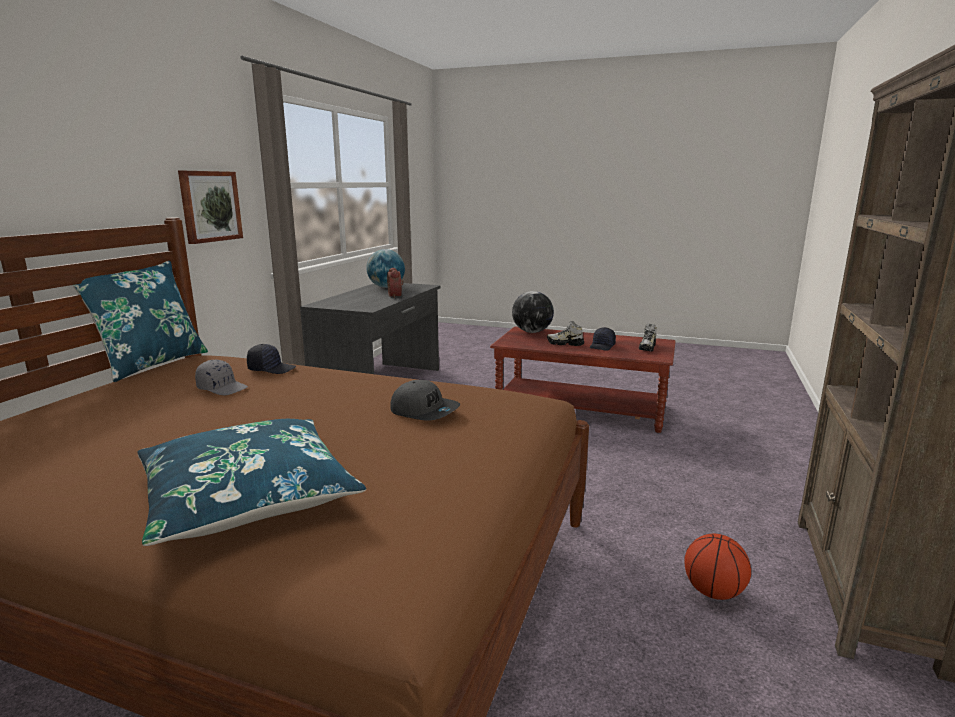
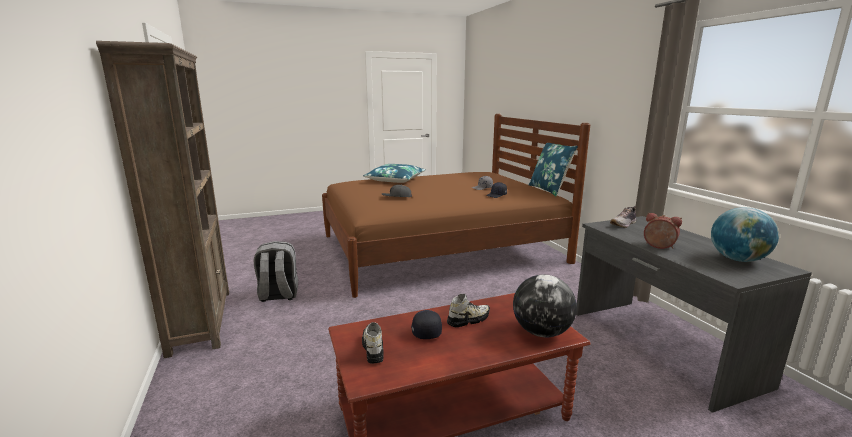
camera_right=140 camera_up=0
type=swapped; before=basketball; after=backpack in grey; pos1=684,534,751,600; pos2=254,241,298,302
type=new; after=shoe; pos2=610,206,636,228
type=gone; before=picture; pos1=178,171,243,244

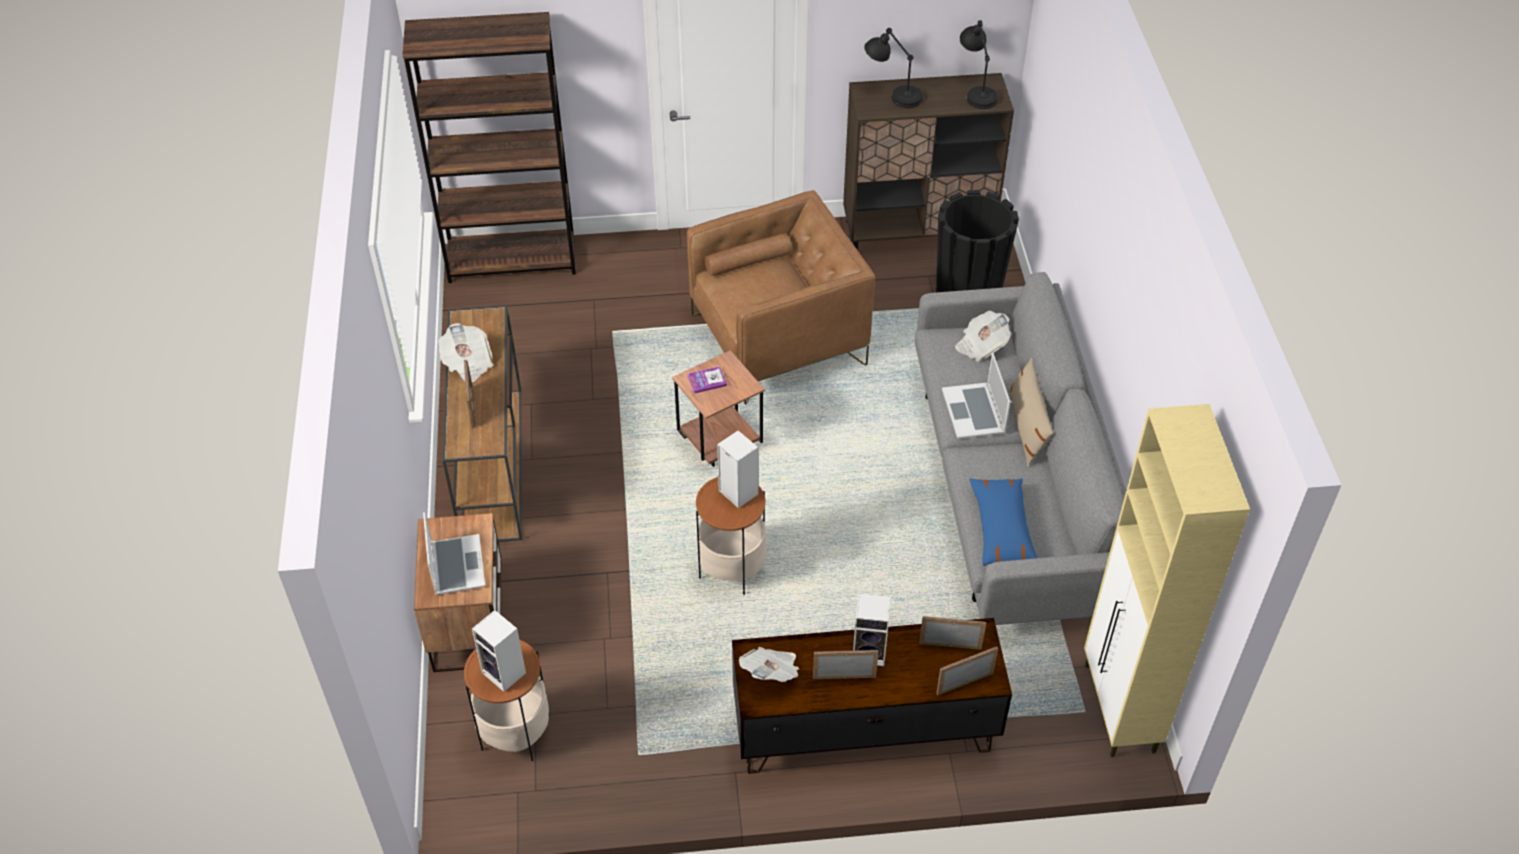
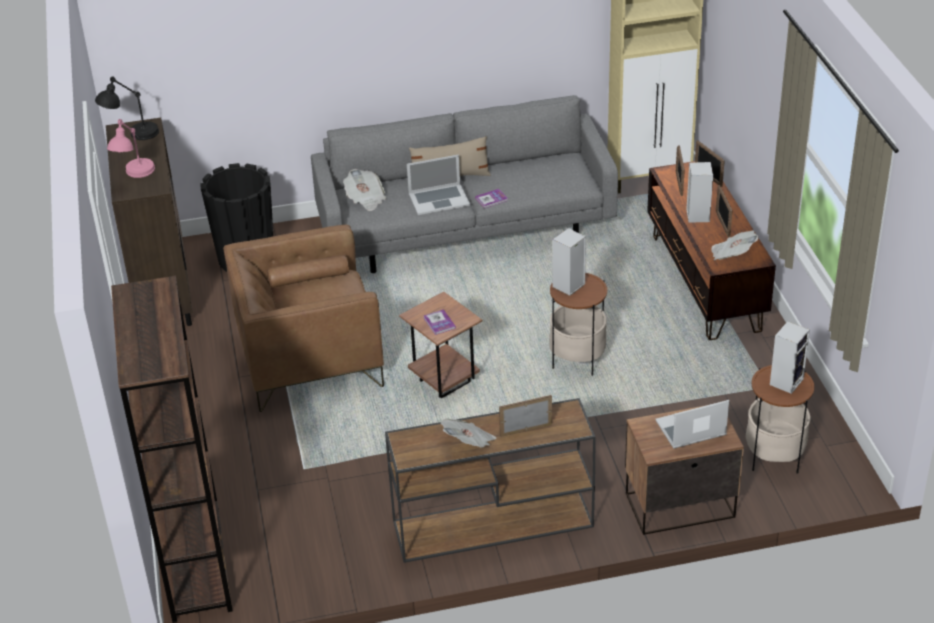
camera_right=-95 camera_up=-10
type=repainted; before=table lamp in black; after=table lamp in pink; pos1=864,28,923,108; pos2=107,119,155,178
type=rotated; before=armchair in brown; pos1=687,190,875,405; pos2=223,225,384,412; turn=-75
type=new; after=book; pos2=475,189,508,208
type=gone; before=pillow in blue; pos1=969,478,1037,566

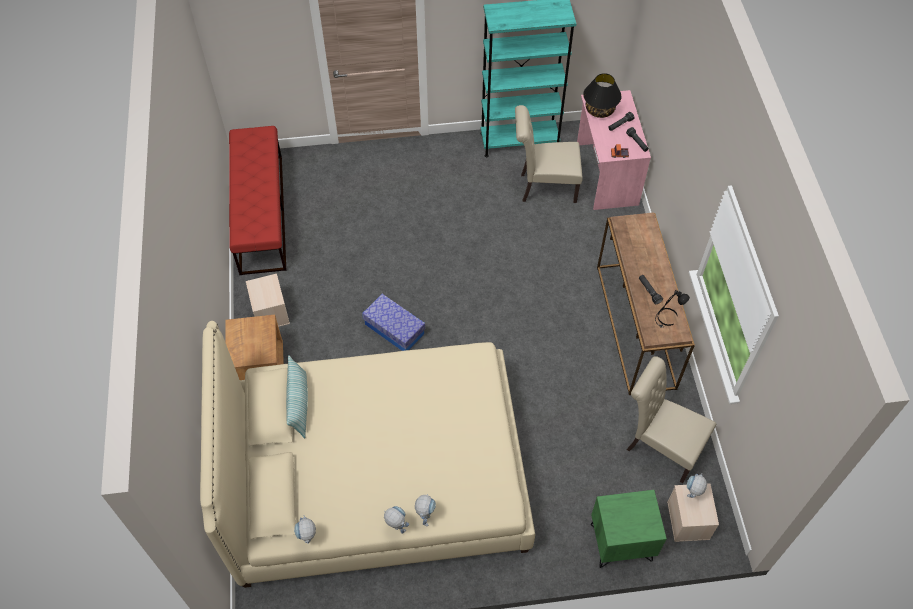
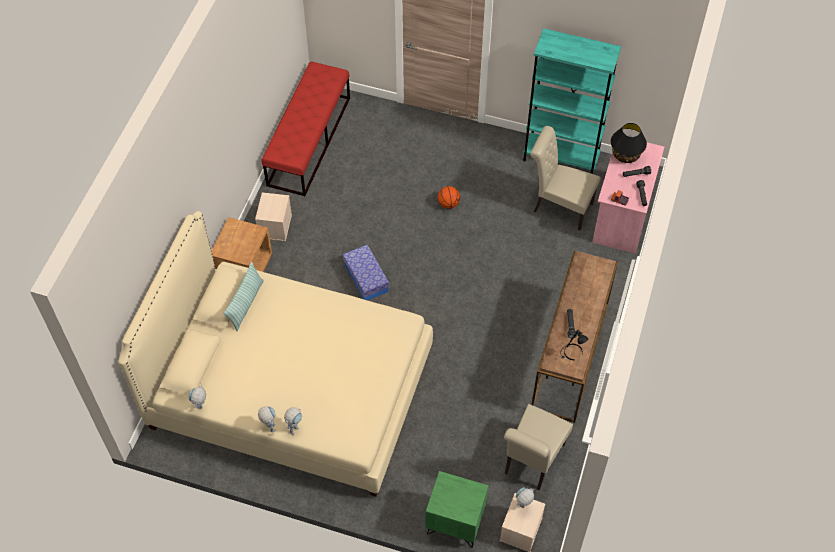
camera_right=25 camera_up=0
type=new; after=basketball; pos2=438,186,460,209
type=rotated; before=chair in beige; pos1=627,356,716,483; pos2=504,404,573,490; turn=-120

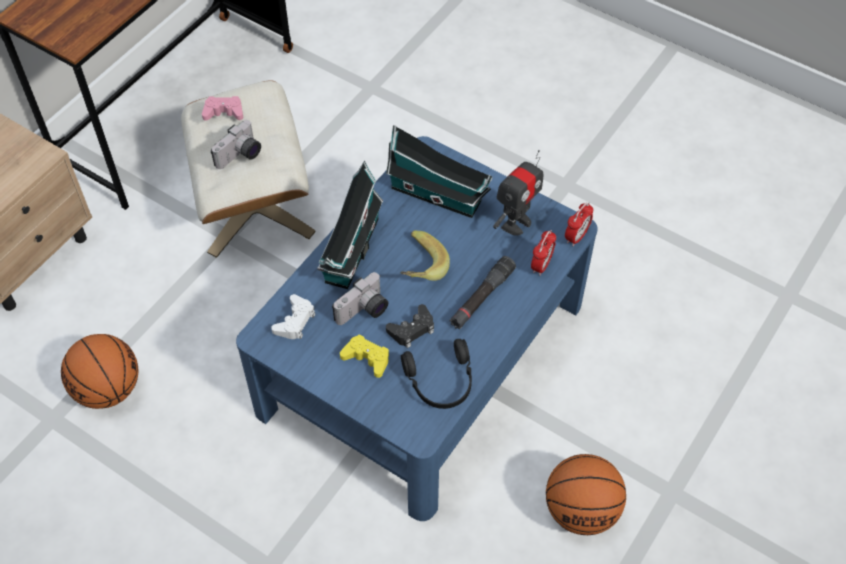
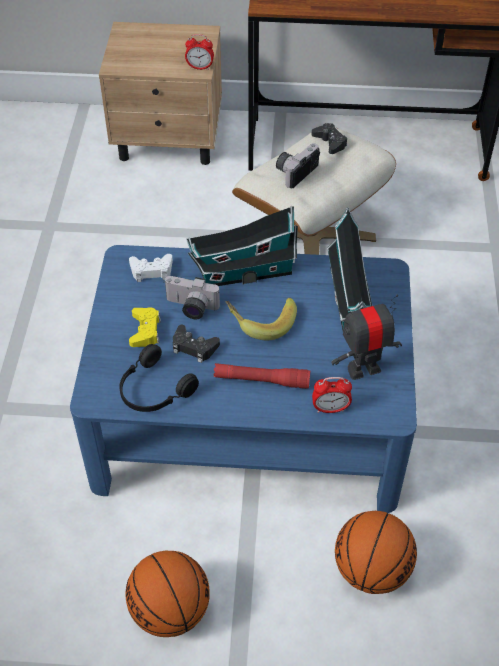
camera_right=60 camera_up=-5
type=shifted; before=alarm clock; pos1=565,202,593,246; pos2=185,34,214,70
type=repainted; before=flashlight in black; after=flashlight in red; pos1=450,256,516,329; pos2=213,363,310,389
type=rotated; before=photo camera; pos1=211,120,261,169; pos2=276,143,320,188; turn=120
type=repainted; before=game controller in pink; after=game controller in black; pos1=202,96,243,121; pos2=311,123,347,154
type=rotated; before=toy robot; pos1=493,150,543,236; pos2=331,295,402,380; turn=150
type=shifted; before=basketball; pos1=61,334,138,409; pos2=335,511,417,594

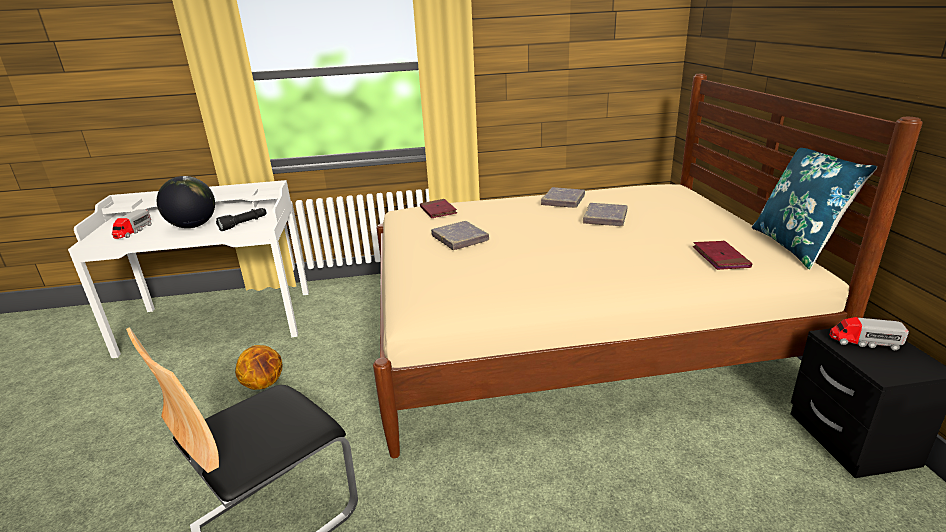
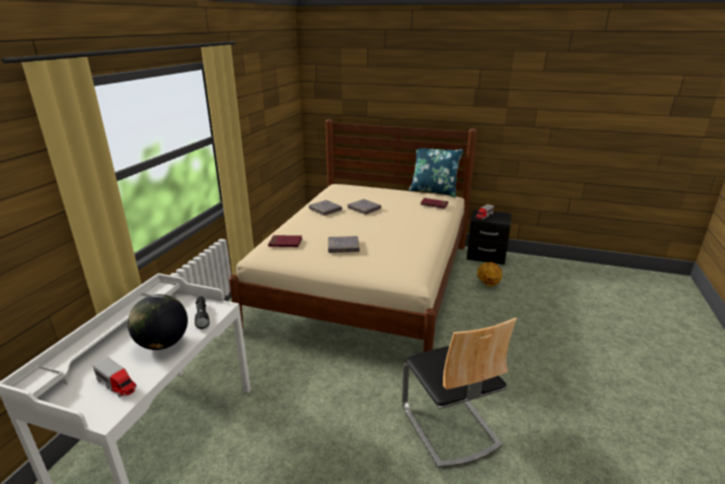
camera_right=-65 camera_up=0
type=shifted; before=basketball; pos1=235,345,283,390; pos2=477,262,502,287

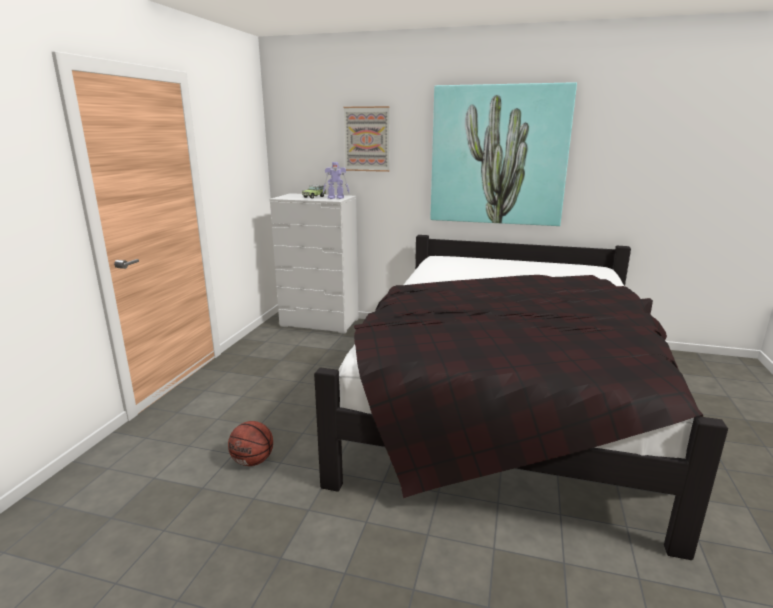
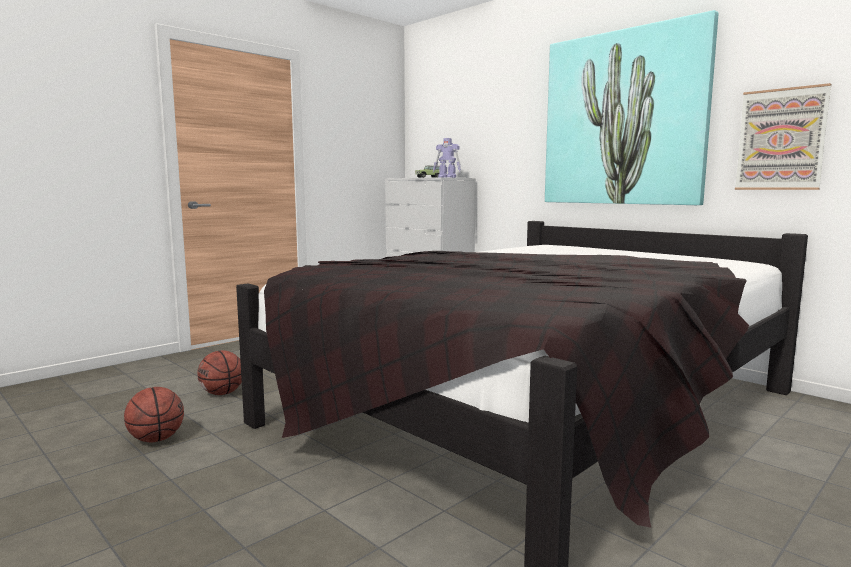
camera_right=30 camera_up=-10
type=new; after=basketball; pos2=124,387,184,442
type=shifted; before=picture; pos1=343,106,390,172; pos2=735,83,832,190

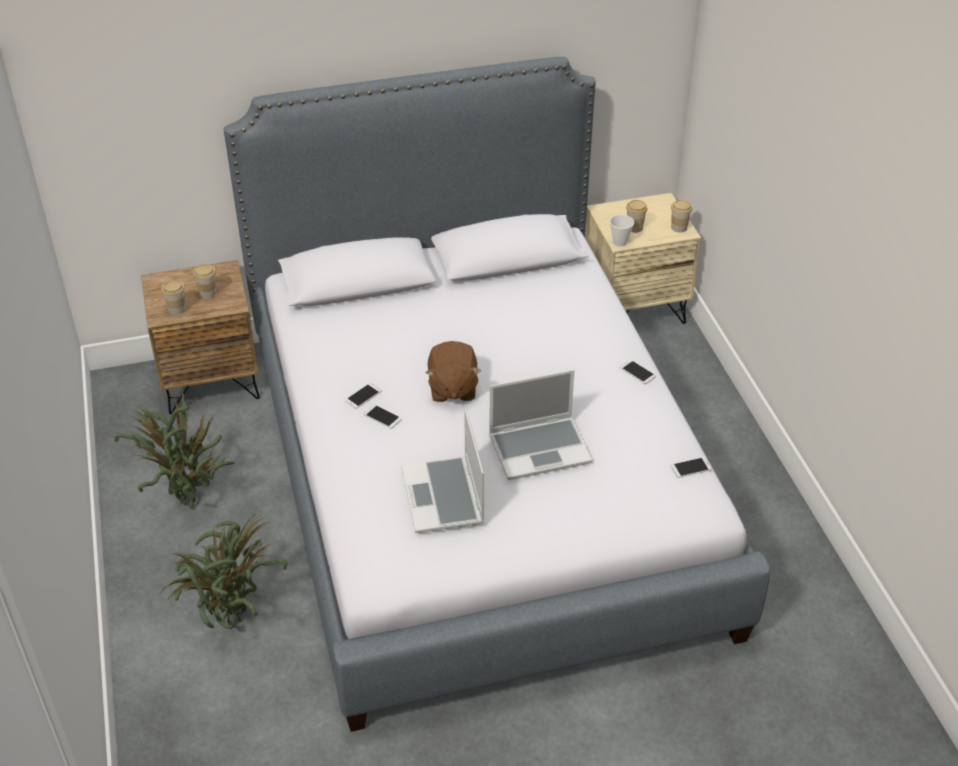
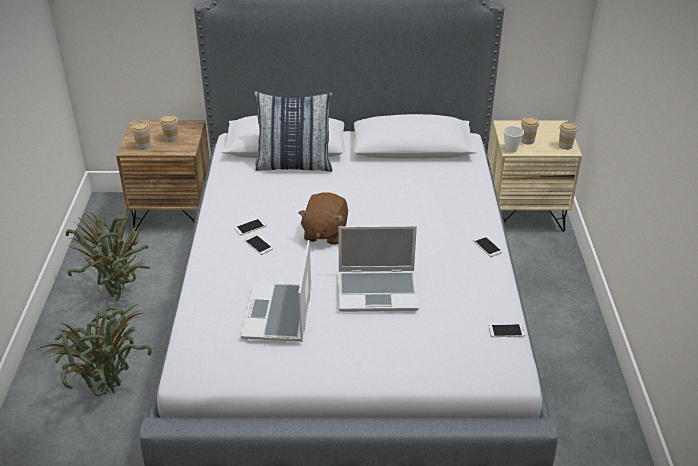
camera_right=15 camera_up=-5
type=new; after=pillow; pos2=253,91,333,172

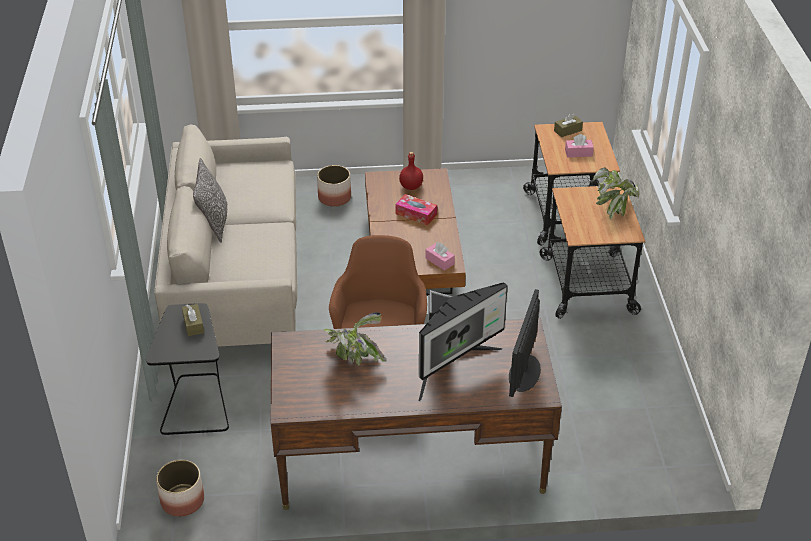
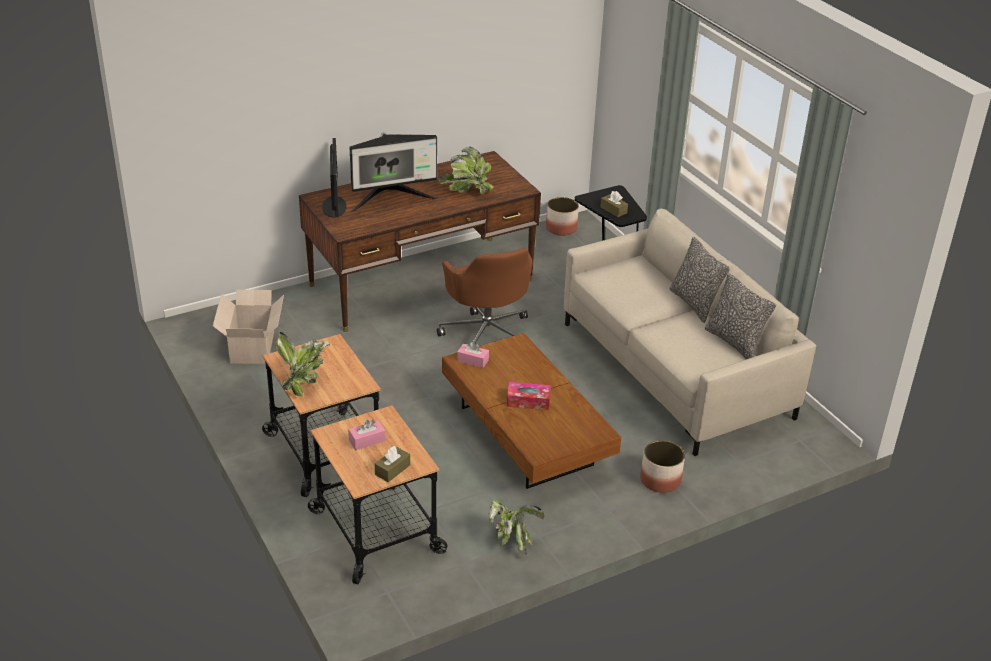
camera_right=155 camera_up=-5
type=new; after=cardboard box; pos2=213,290,284,364
type=rotated; before=monitor; pos1=419,282,508,401; pos2=349,132,438,212; turn=-135
type=new; after=potted plant; pos2=488,500,545,555
type=new; after=pillow; pos2=705,273,776,359
type=gone; before=bottle in red; pos1=399,152,423,190

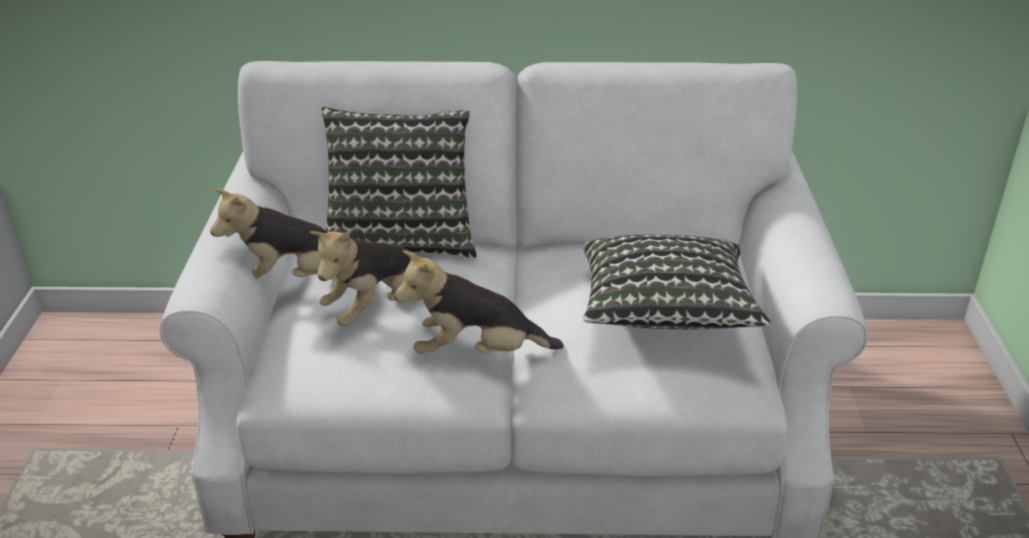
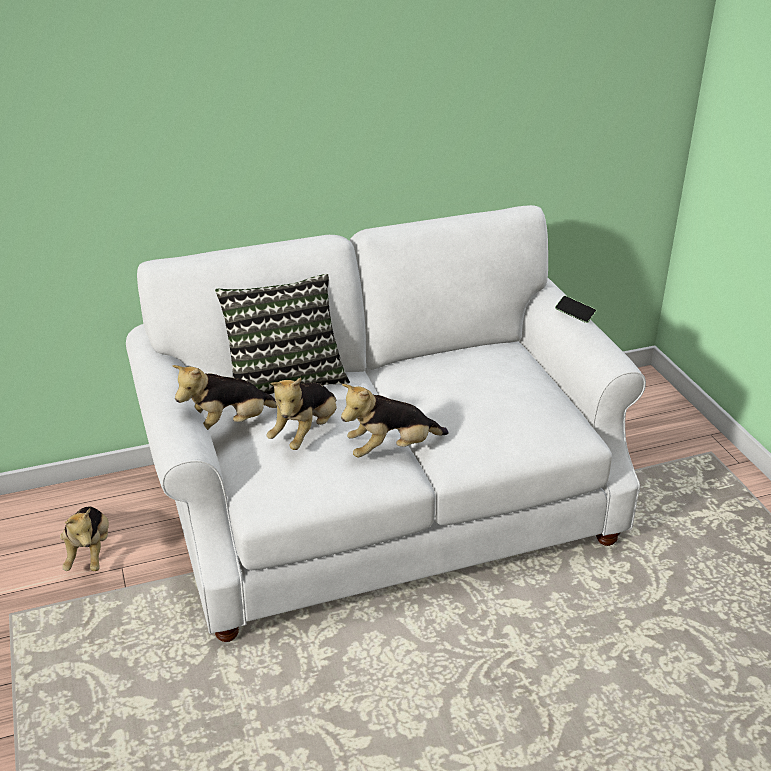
camera_right=-20 camera_up=0
type=new; after=plush toy; pos2=60,507,109,571
type=new; after=phone; pos2=555,296,597,323
type=gone; before=pillow; pos1=583,235,771,329

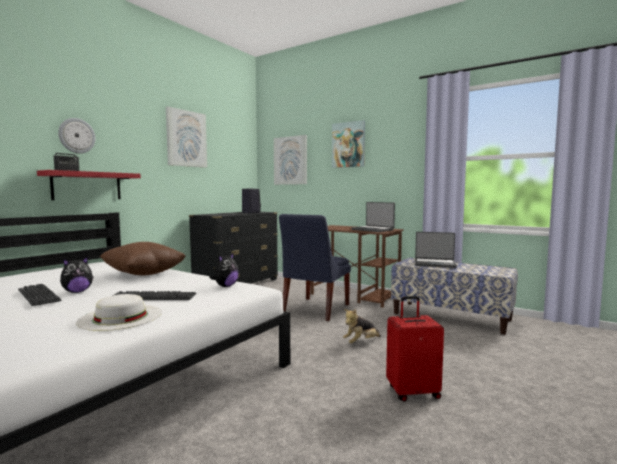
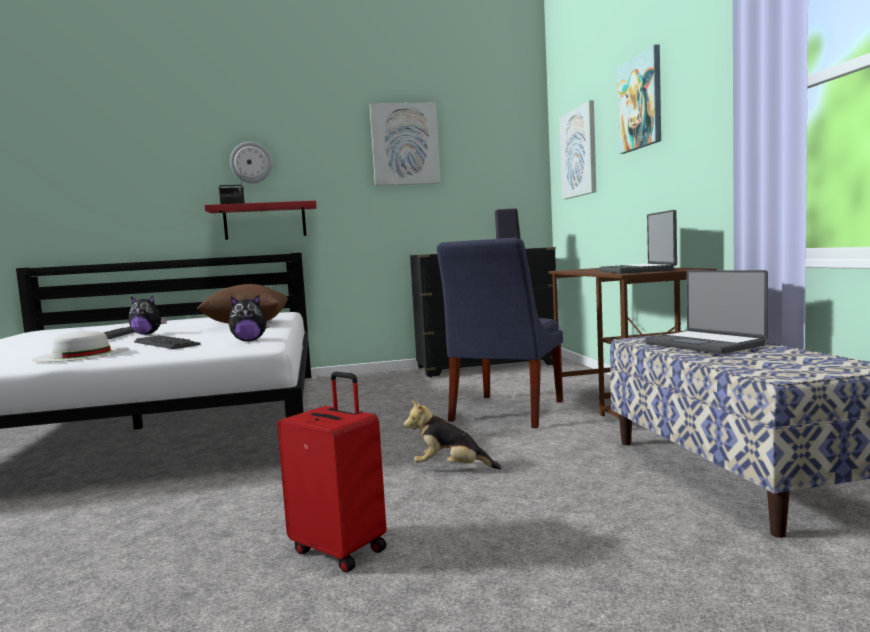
camera_right=45 camera_up=0
type=rotated; before=chair in blue; pos1=279,214,351,321; pos2=436,238,563,428; turn=-45

